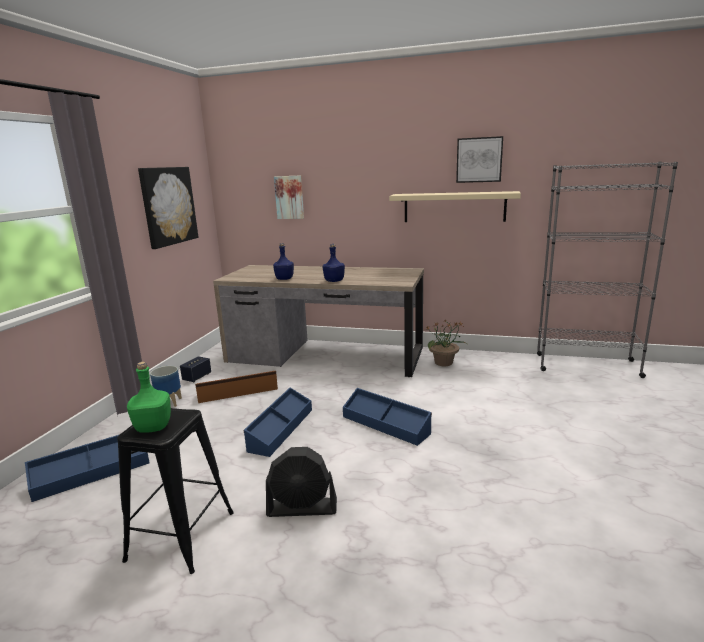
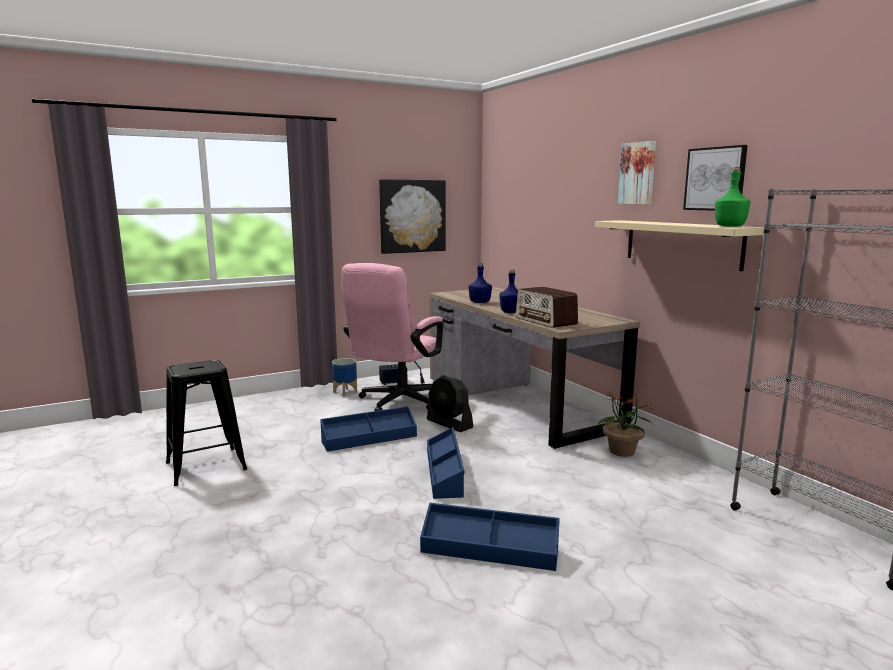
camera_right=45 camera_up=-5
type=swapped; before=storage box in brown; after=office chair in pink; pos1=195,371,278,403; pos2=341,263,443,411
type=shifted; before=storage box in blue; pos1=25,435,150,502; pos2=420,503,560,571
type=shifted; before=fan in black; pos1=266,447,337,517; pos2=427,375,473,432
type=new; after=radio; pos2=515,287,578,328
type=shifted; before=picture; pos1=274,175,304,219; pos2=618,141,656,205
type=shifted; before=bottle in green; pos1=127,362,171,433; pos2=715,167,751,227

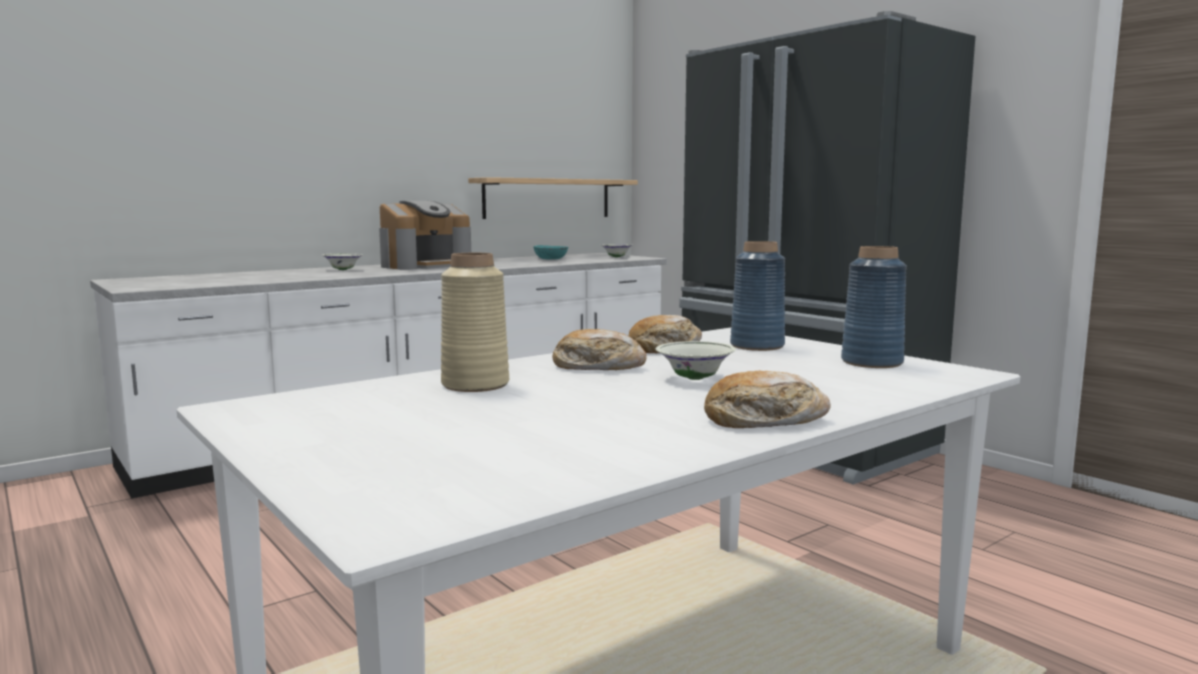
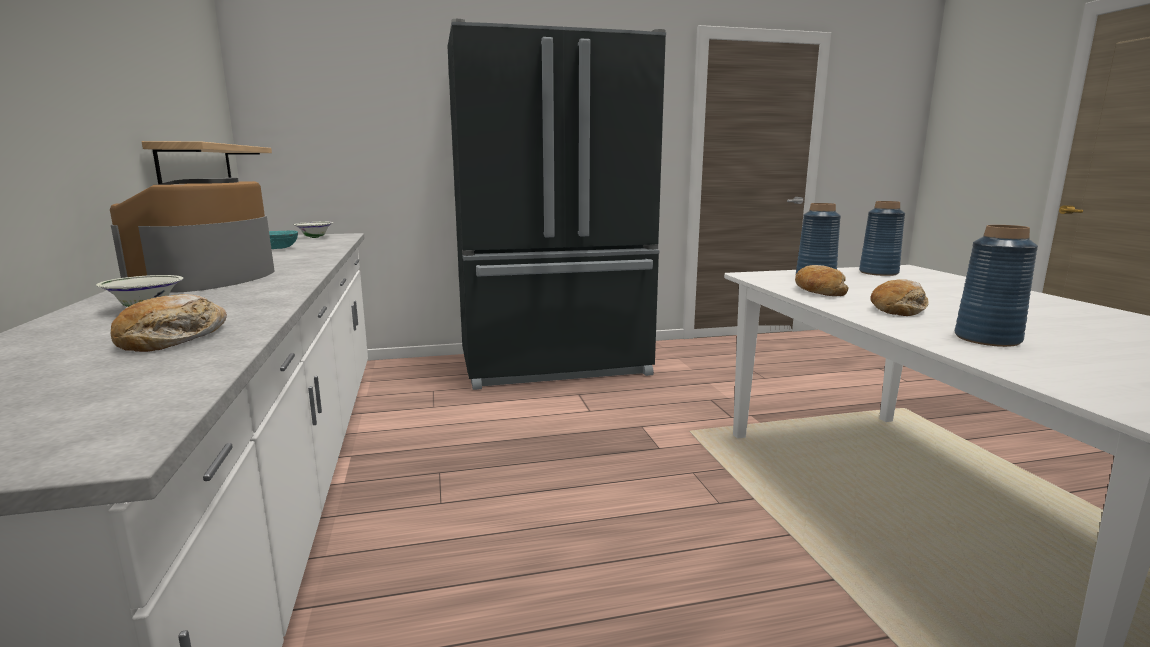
camera_right=-65 camera_up=5
type=rotated; before=coffee machine; pos1=379,201,471,270; pos2=110,178,275,293; turn=-150
type=shifted; before=bread; pos1=704,370,831,428; pos2=111,294,227,352
type=repainted; before=vase in beige; after=vase in blue; pos1=441,253,509,392; pos2=955,225,1038,347
type=gone; before=bowl in white; pos1=655,341,736,380

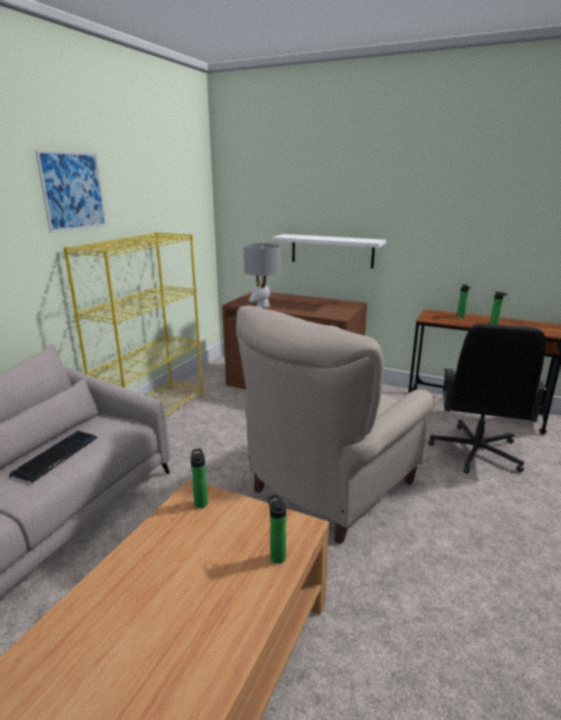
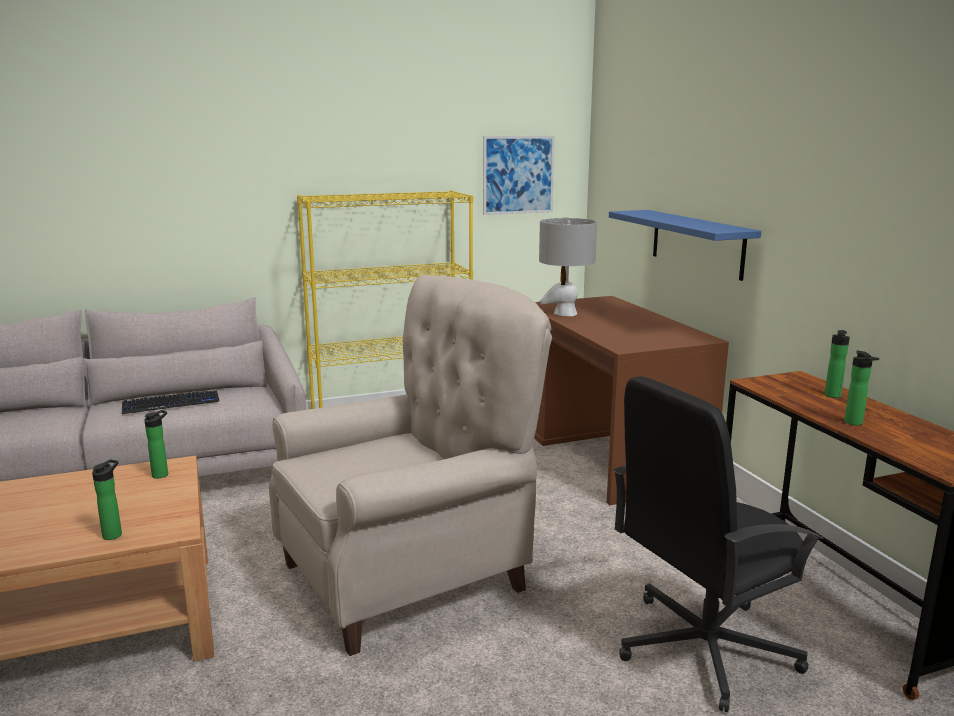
camera_right=45 camera_up=-5
type=rotated; before=armchair in beige; pos1=236,305,435,544; pos2=269,275,552,656; turn=150
type=shifted; before=picture; pos1=35,150,107,233; pos2=483,136,555,215
type=repainted; before=shelf in white; after=shelf in blue; pos1=272,234,386,268; pos2=609,210,761,281

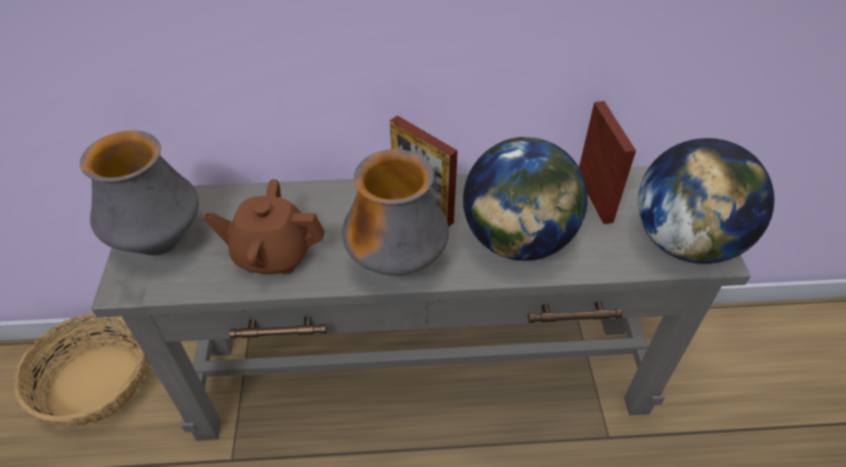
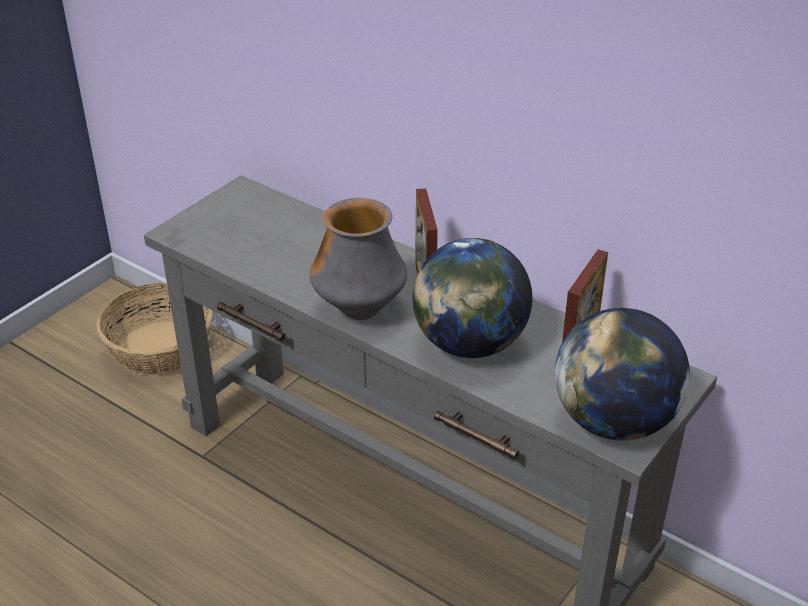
camera_right=40 camera_up=-10
type=gone; before=vase; pos1=80,130,199,255
type=gone; before=teapot in brown; pos1=203,179,325,275

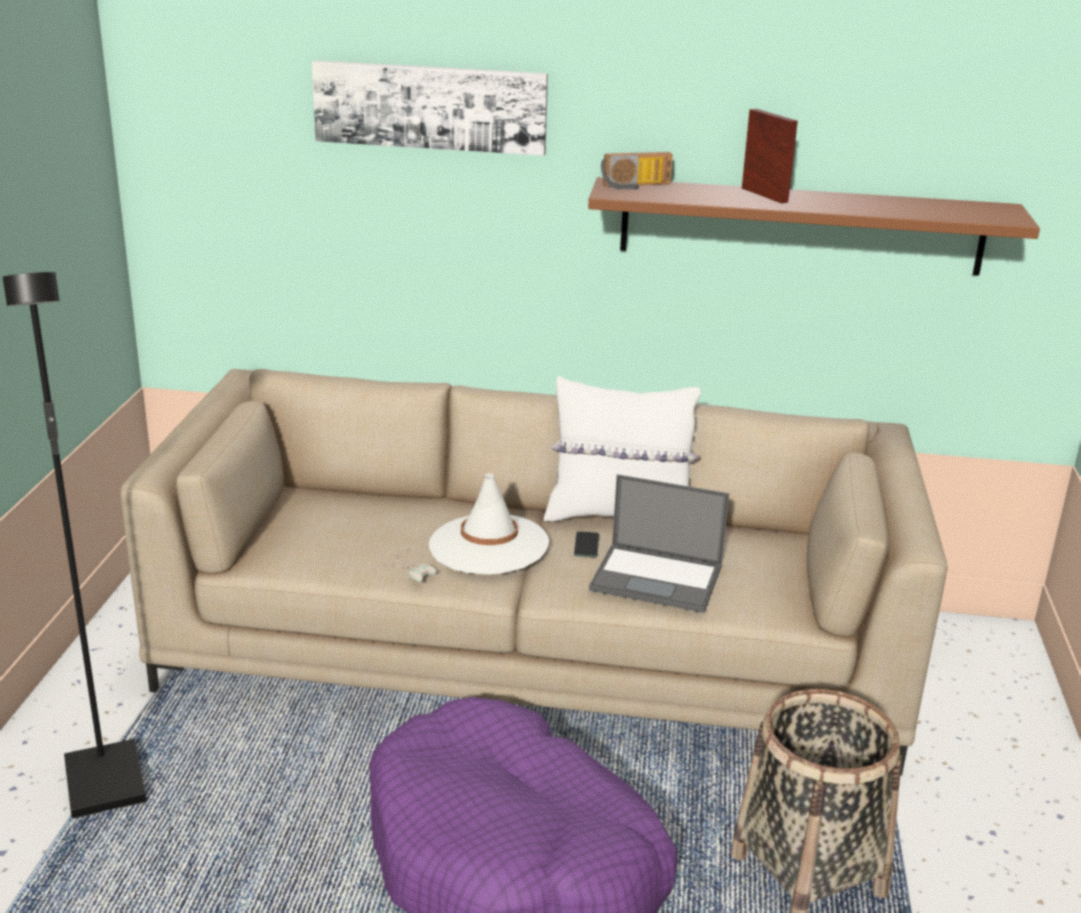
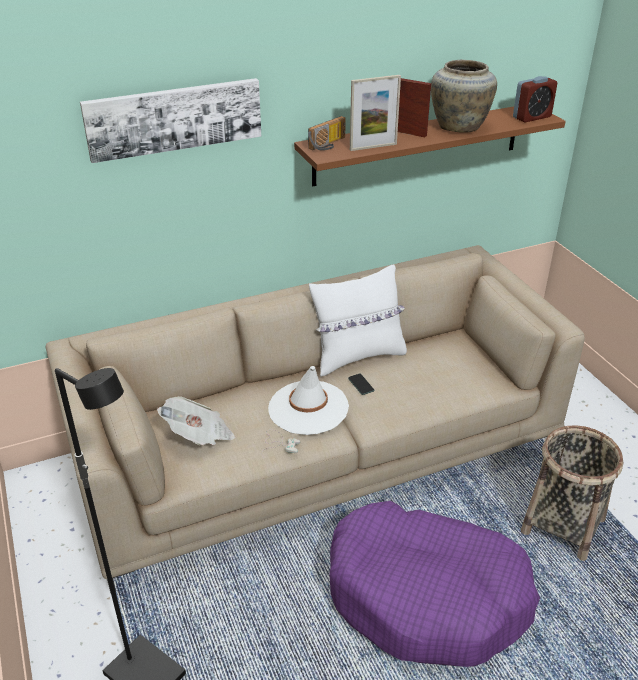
camera_right=-30 camera_up=10
type=new; after=newspaper; pos2=157,396,235,446
type=new; after=picture frame; pos2=350,75,401,151
type=new; after=vase in beige; pos2=431,60,497,133
type=new; after=alarm clock; pos2=513,76,557,122
type=gone; before=laptop; pos1=589,474,729,613

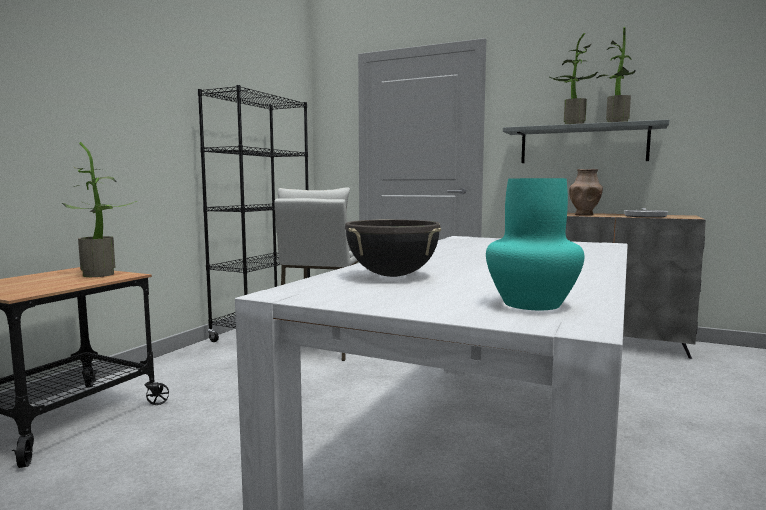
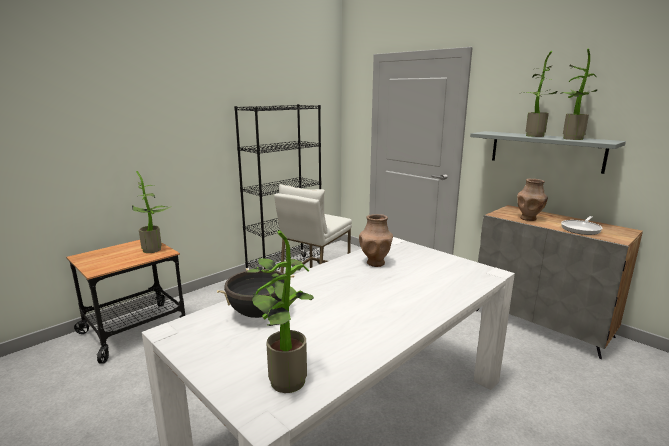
camera_right=20 camera_up=10
type=swapped; before=vase in turquoise; after=potted plant; pos1=486,178,585,310; pos2=246,230,314,393
type=new; after=vase in brown; pos2=359,214,393,267

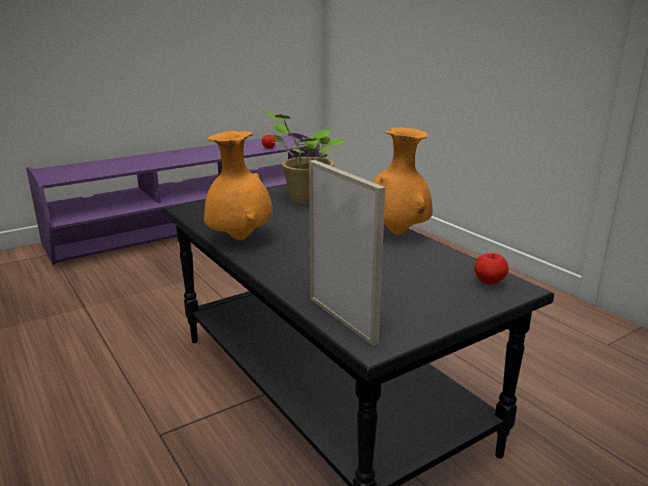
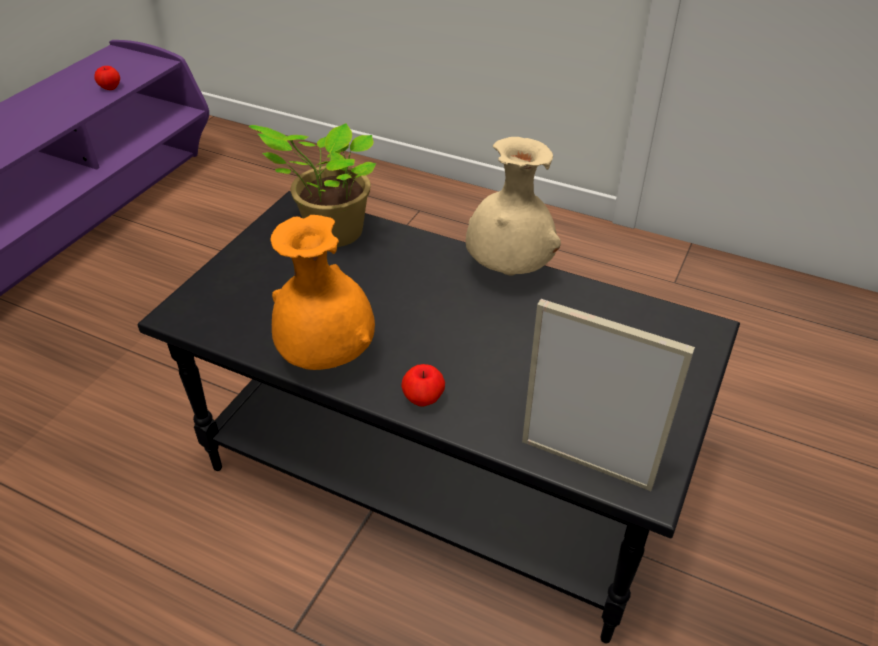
camera_right=-30 camera_up=20
type=shifted; before=apple; pos1=474,253,509,285; pos2=401,364,445,406
type=repainted; before=vase in orange; after=vase in beige; pos1=373,127,433,235; pos2=466,137,561,276

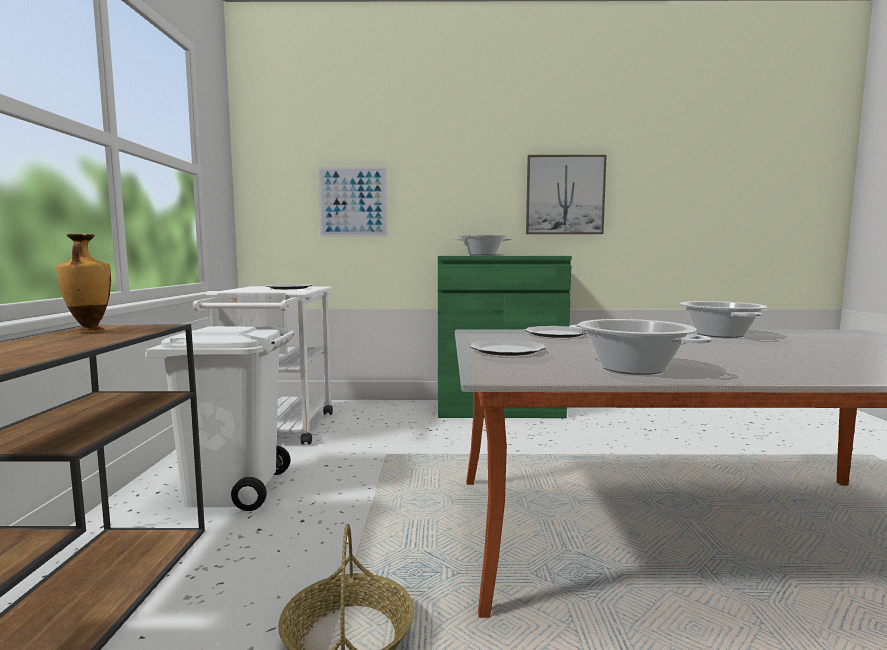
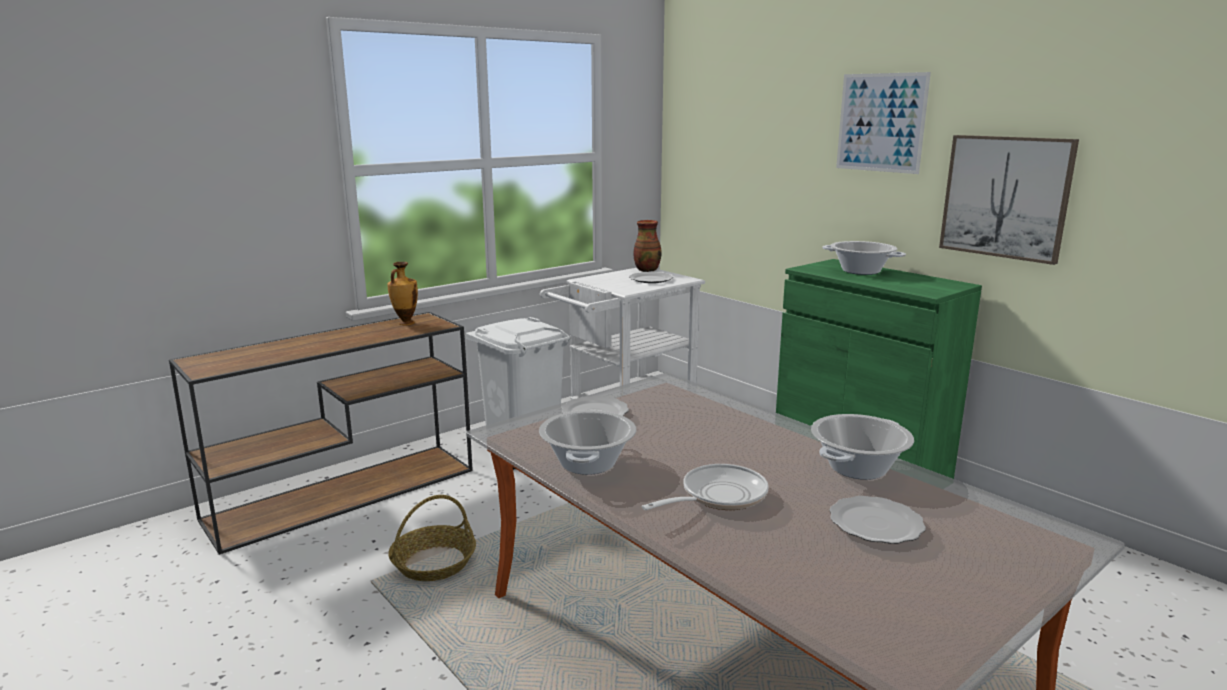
camera_right=50 camera_up=10
type=new; after=vase; pos2=633,220,662,272
type=new; after=frying pan; pos2=642,464,769,510
type=shifted; before=plate; pos1=525,326,587,338; pos2=829,496,926,544
type=shifted; before=picture; pos1=318,167,388,237; pos2=836,72,931,174

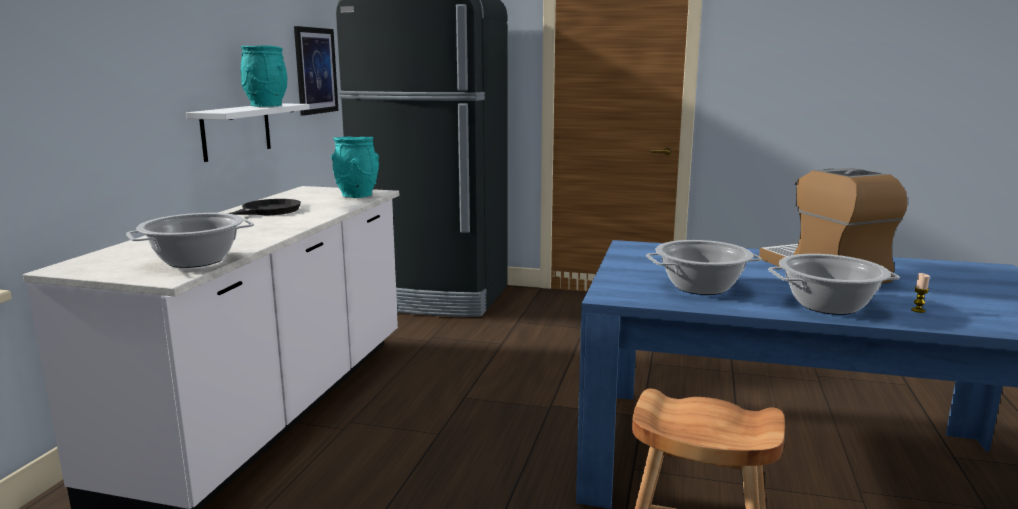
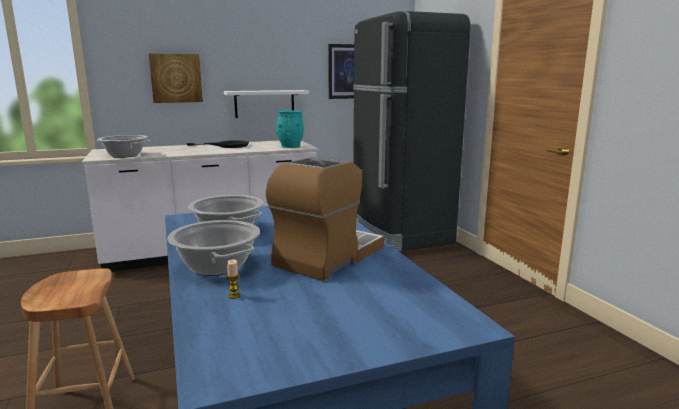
camera_right=55 camera_up=0
type=new; after=picture; pos2=149,54,203,103
type=gone; before=vase in turquoise; pos1=240,45,287,107

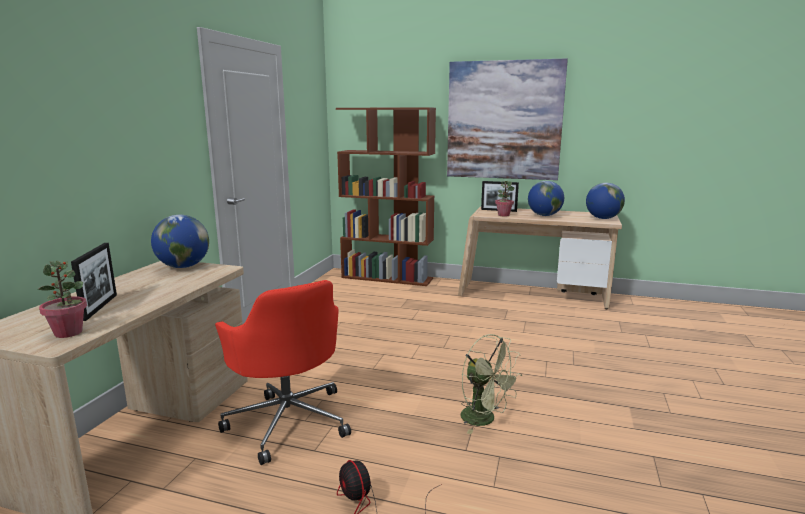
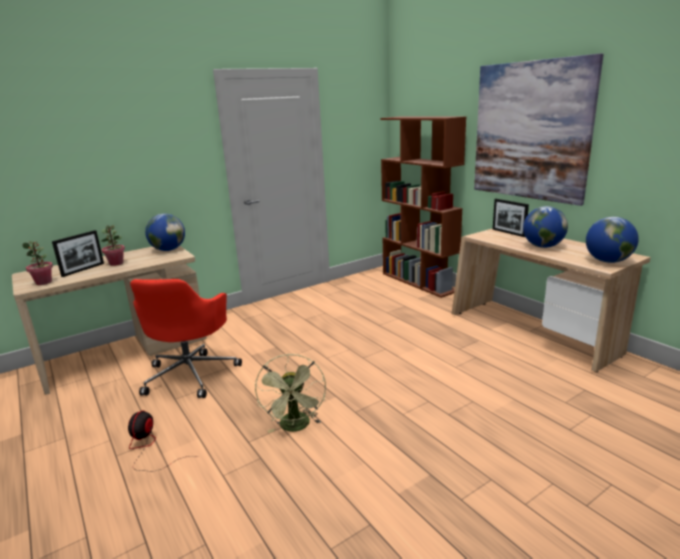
camera_right=40 camera_up=5
type=shifted; before=potted plant; pos1=495,181,515,216; pos2=101,225,125,266

